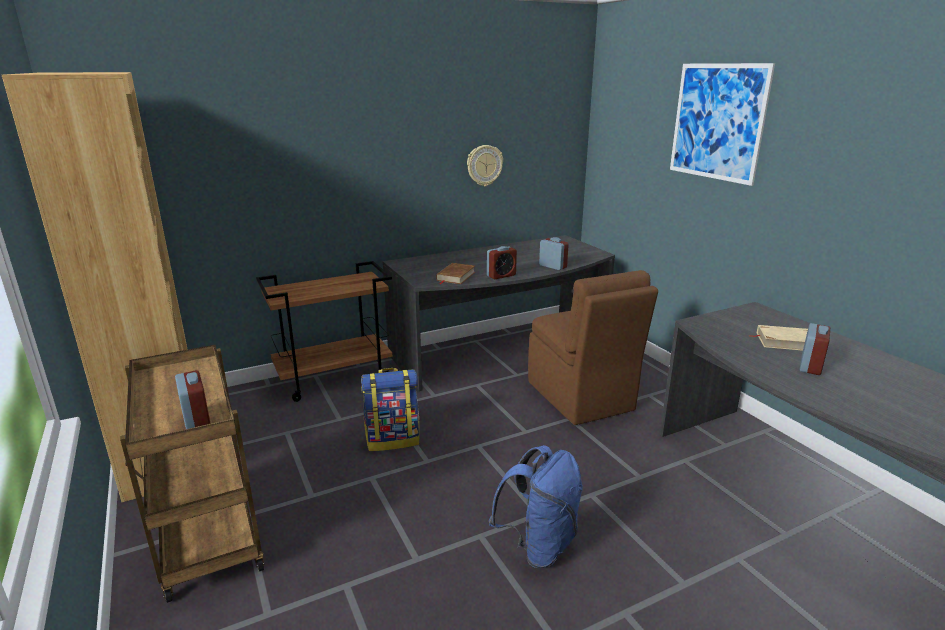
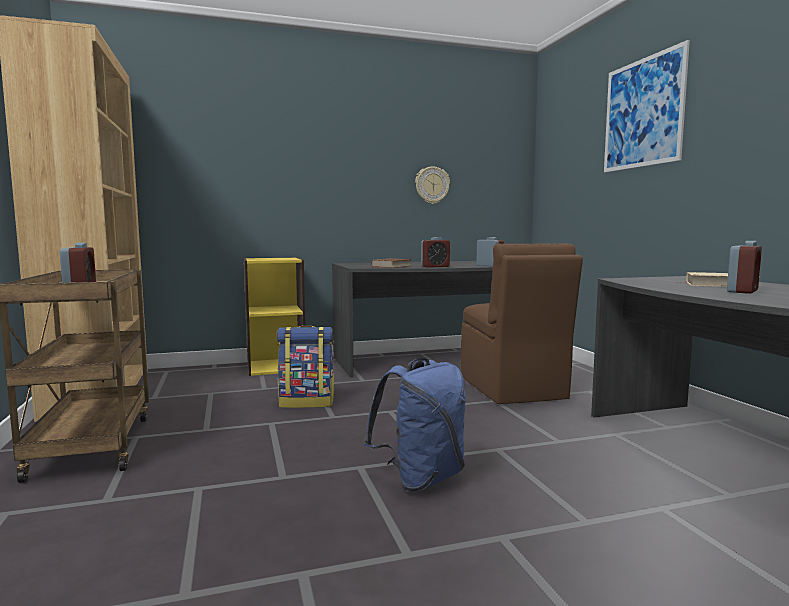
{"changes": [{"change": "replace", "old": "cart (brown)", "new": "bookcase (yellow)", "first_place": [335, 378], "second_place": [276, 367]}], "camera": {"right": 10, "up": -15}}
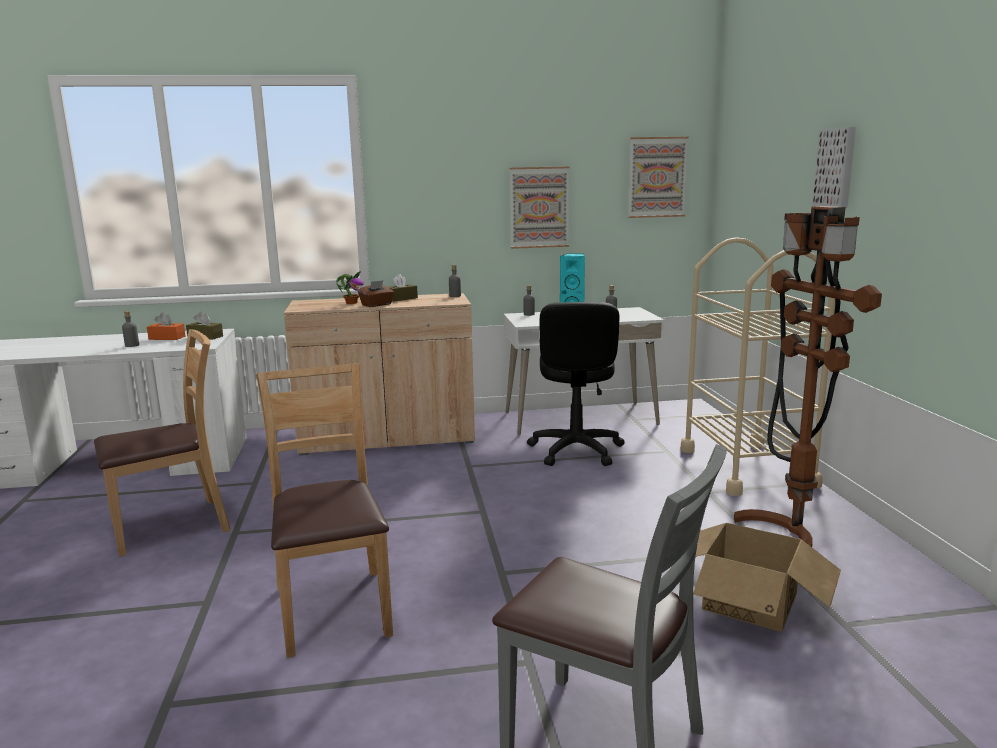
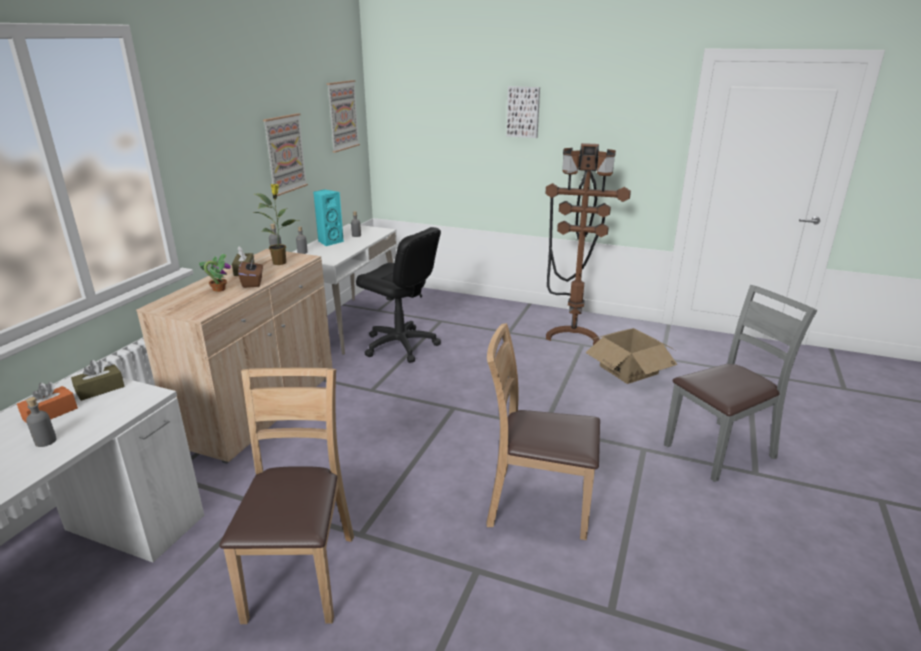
{"changes": [{"change": "delete", "old": "cart (beige)", "first_place": [746, 467]}, {"change": "insert", "new": "potted plant", "second_place": [280, 262]}], "camera": {"right": -60, "up": 10}}
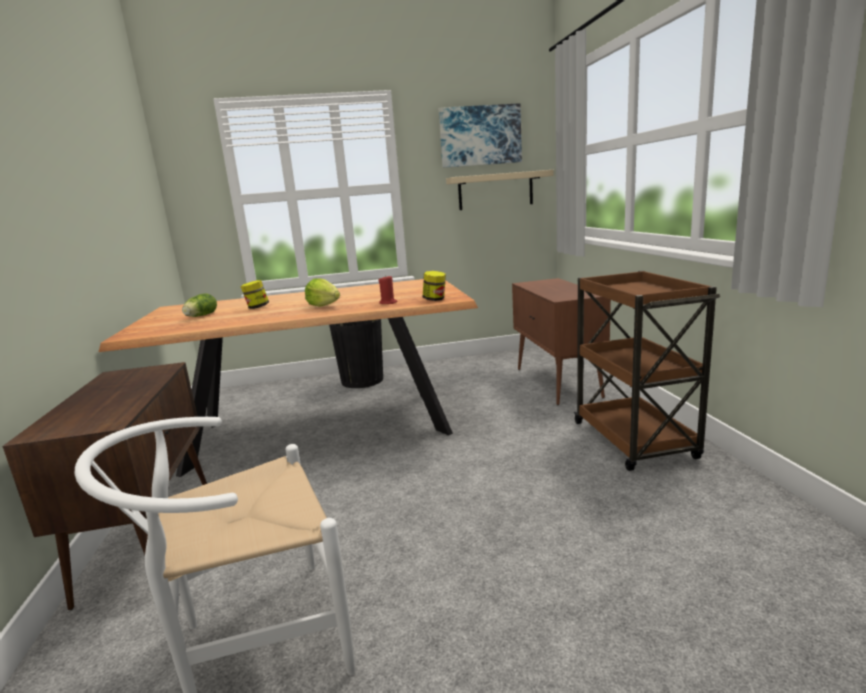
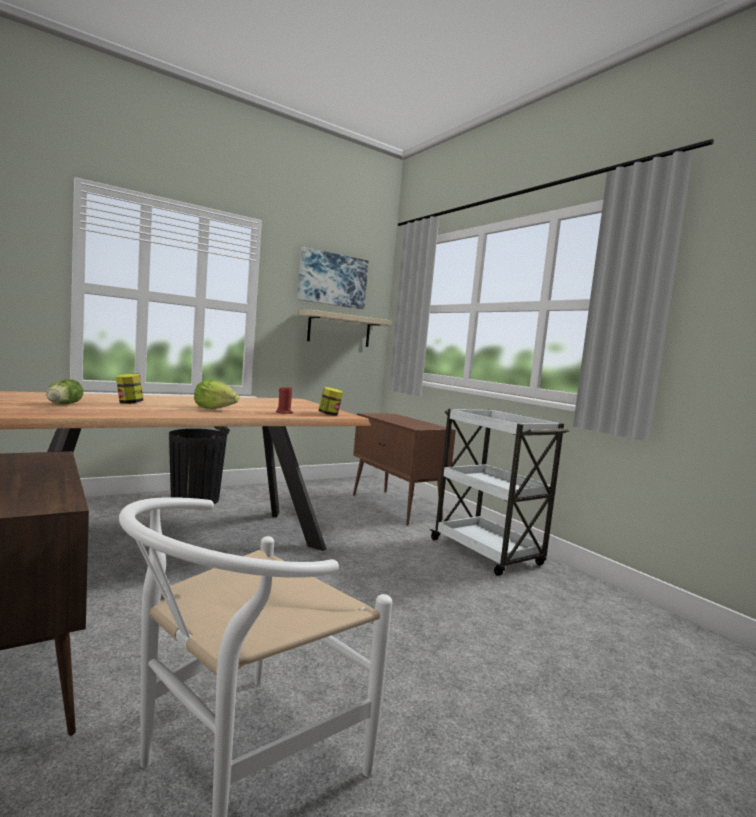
{"changes": [{"change": "recolor", "old": "cart (brown)", "new": "cart (white)", "first_place": [634, 441], "second_place": [487, 553]}], "camera": {"right": -25, "up": -10}}
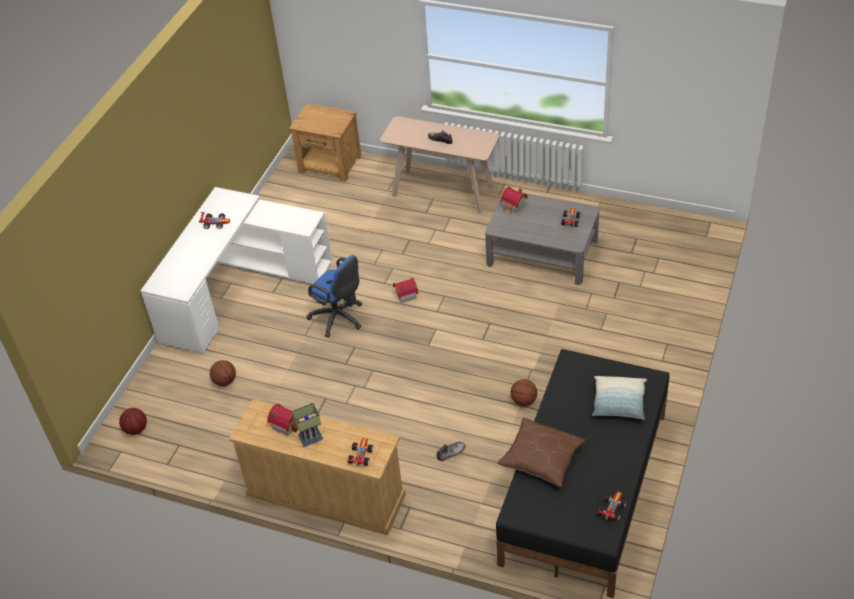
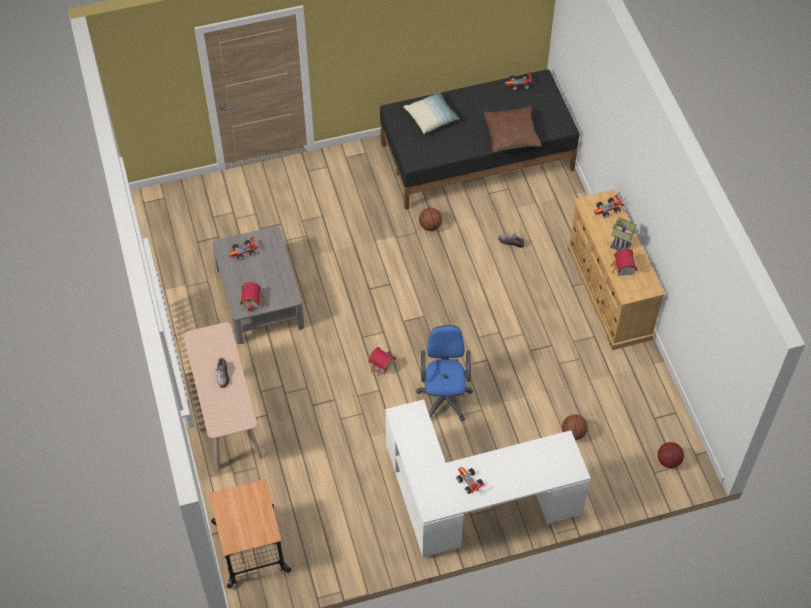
{"changes": [{"change": "replace", "old": "nightstand (brown)", "new": "cart", "first_place": [330, 165], "second_place": [250, 547]}], "camera": {"right": -130, "up": 10}}
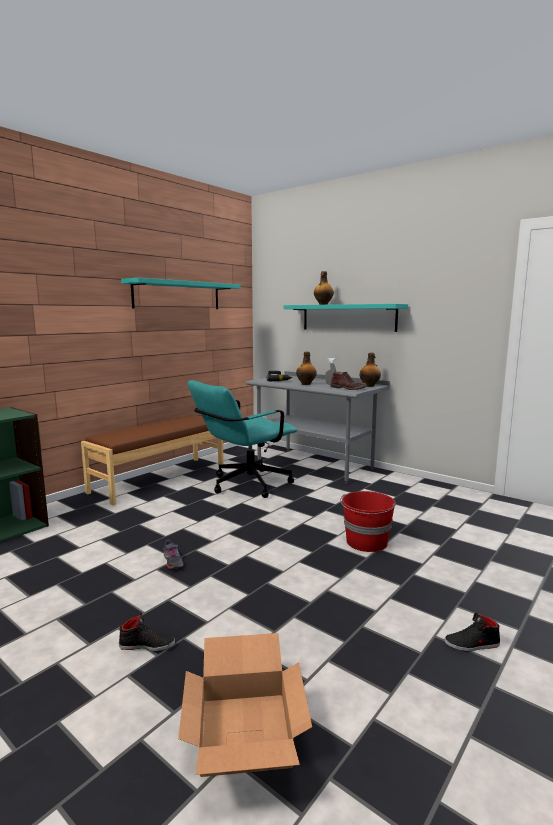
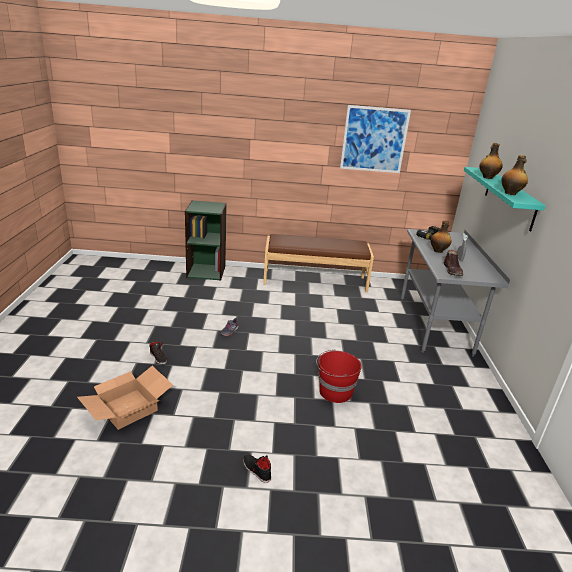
{"changes": [{"change": "delete", "old": "office chair (turquoise)", "first_place": [244, 485]}, {"change": "move", "old": "bottle", "first_place": [369, 386], "second_place": [510, 193]}, {"change": "replace", "old": "shelf (turquoise)", "new": "picture", "first_place": [178, 295], "second_place": [374, 139]}], "camera": {"right": 50, "up": 15}}
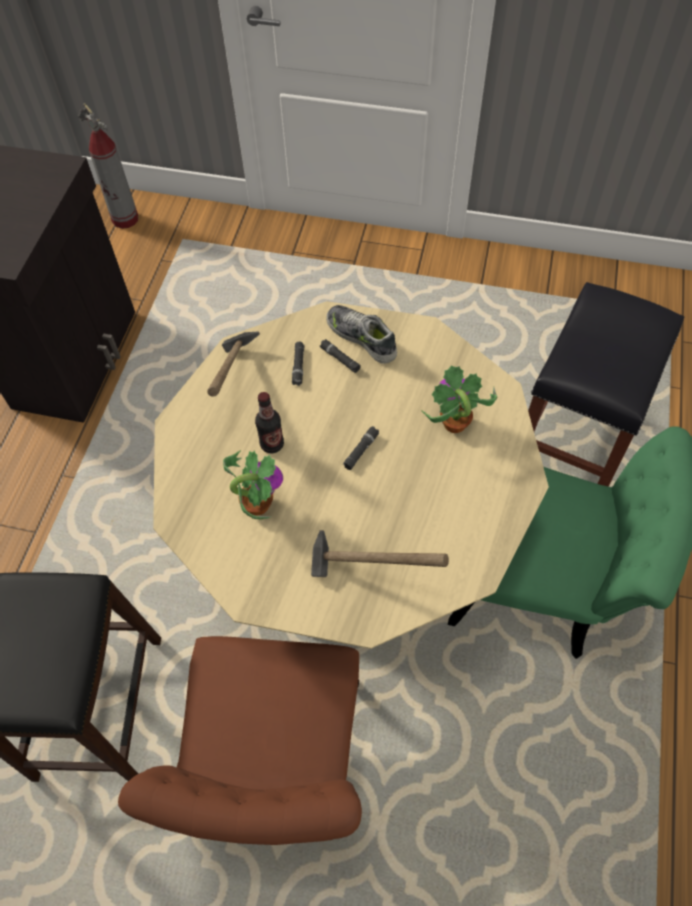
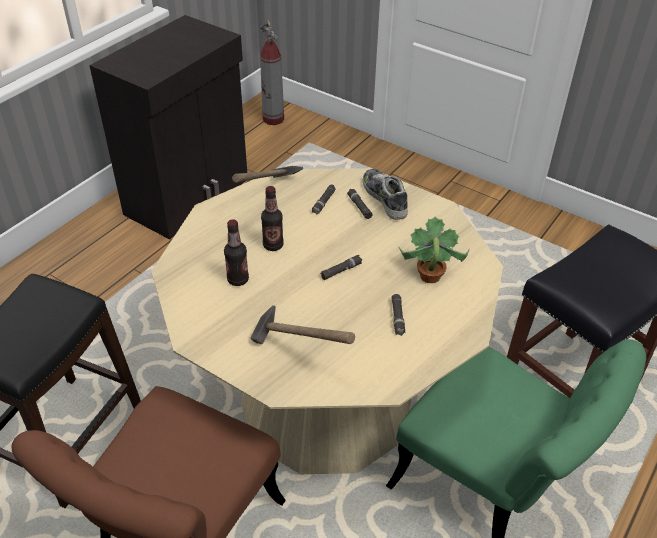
{"changes": [{"change": "insert", "new": "flashlight (black)", "second_place": [397, 317]}, {"change": "replace", "old": "potted plant", "new": "bottle", "first_place": [257, 504], "second_place": [238, 280]}], "camera": {"right": 20, "up": -15}}
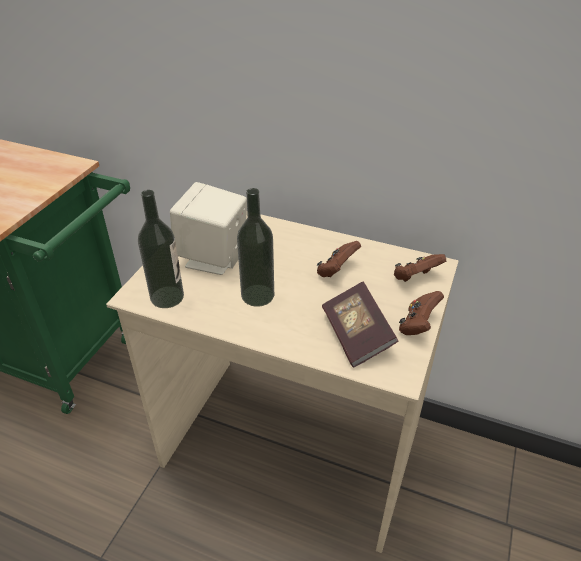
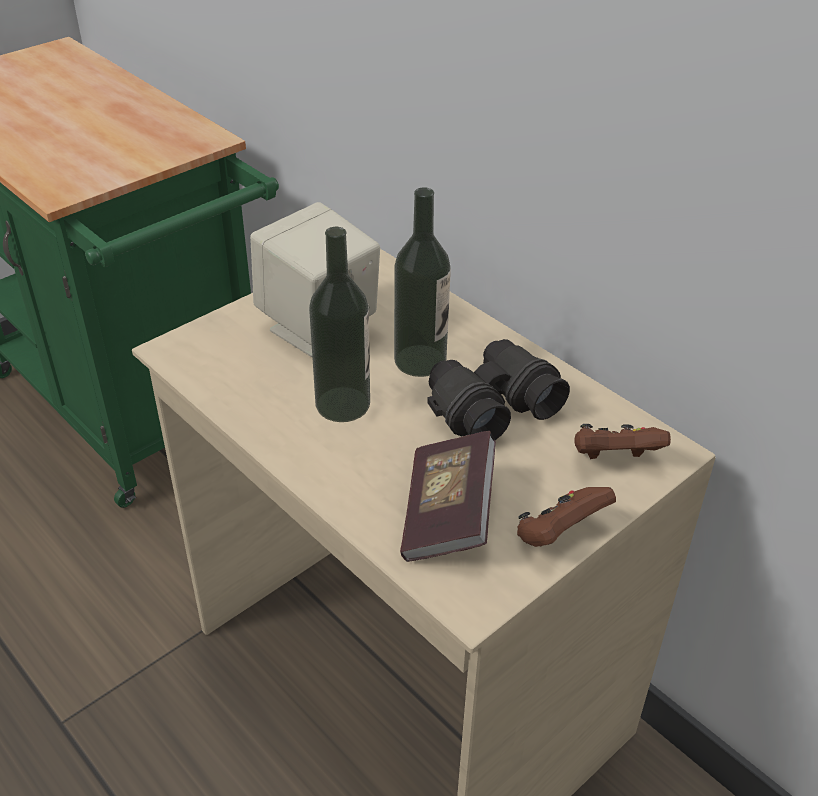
{"changes": [{"change": "move", "old": "bottle", "first_place": [167, 297], "second_place": [420, 360]}, {"change": "replace", "old": "game controller (brown)", "new": "binoculars (black)", "first_place": [336, 270], "second_place": [491, 406]}], "camera": {"right": 25, "up": 0}}
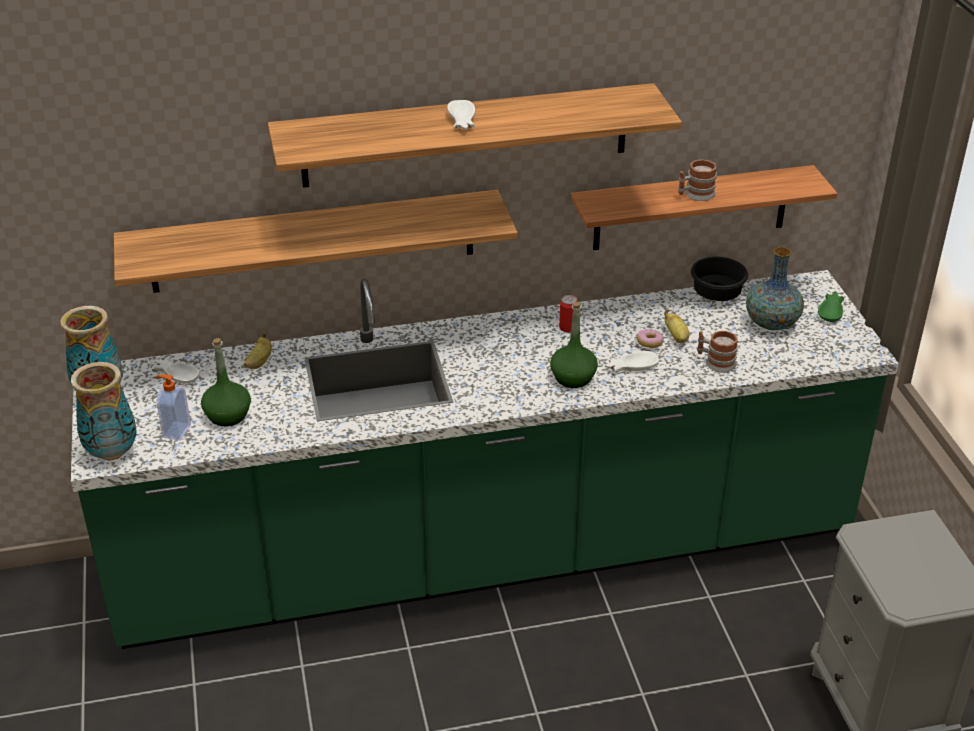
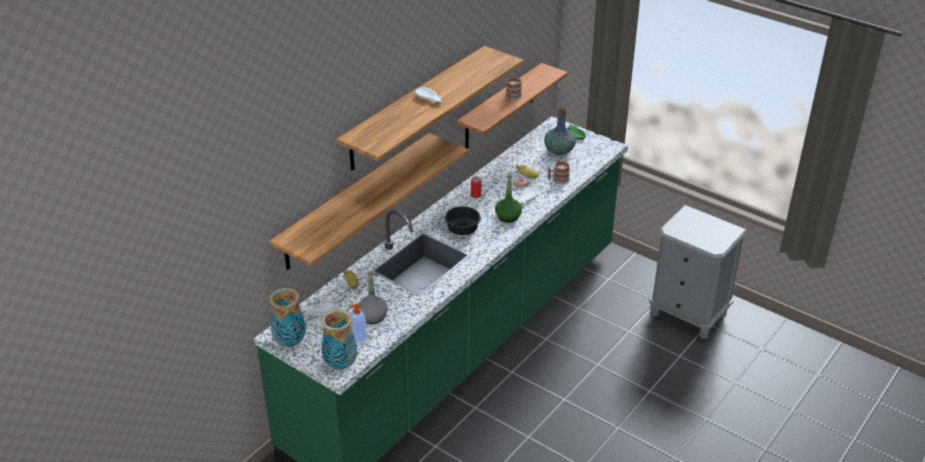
{"changes": [{"change": "move", "old": "bowl (black)", "first_place": [718, 294], "second_place": [463, 229]}, {"change": "recolor", "old": "bottle (green)", "new": "bottle (grey)", "first_place": [227, 415], "second_place": [373, 317]}], "camera": {"right": -40, "up": 0}}
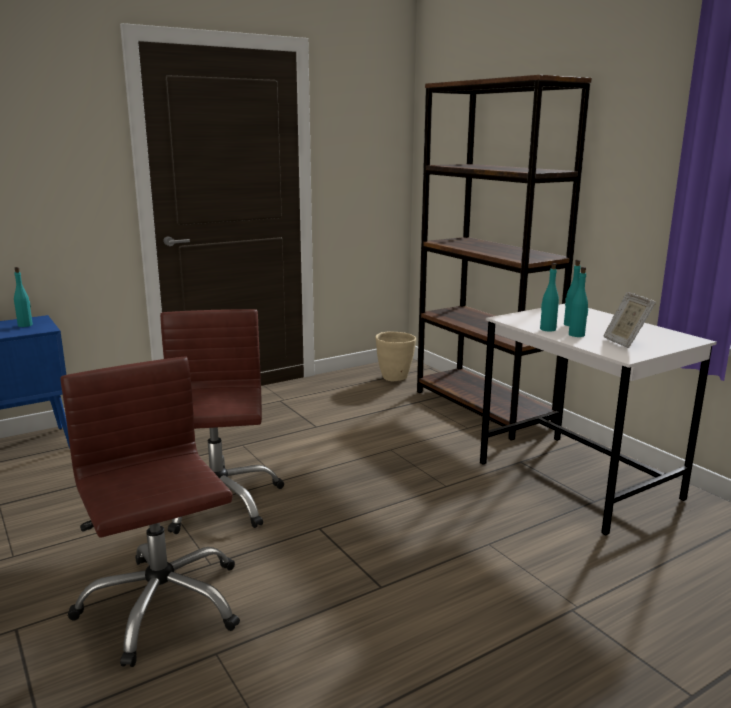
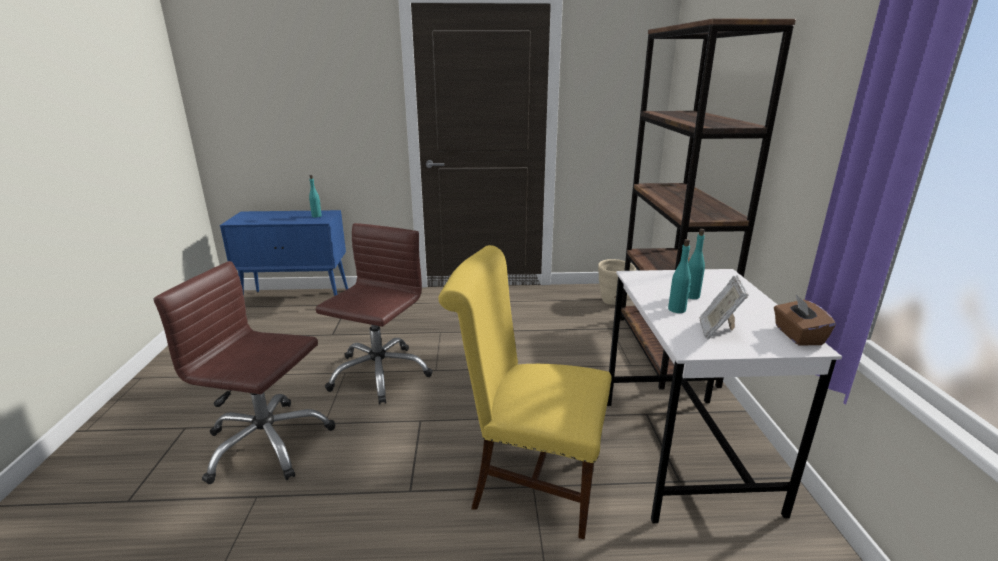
{"changes": [{"change": "delete", "old": "bottle (turquoise)", "first_place": [547, 329]}, {"change": "insert", "new": "chair (yellow)", "second_place": [529, 479]}, {"change": "insert", "new": "tissue box (brown)", "second_place": [797, 335]}, {"change": "rotate", "old": "office chair (brown)", "first_place": [161, 605], "second_place": [267, 443], "degrees": -75}], "camera": {"right": 30, "up": 5}}
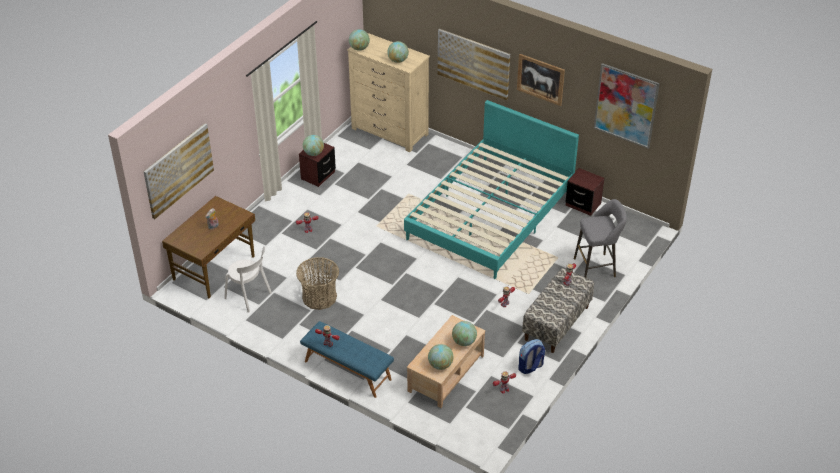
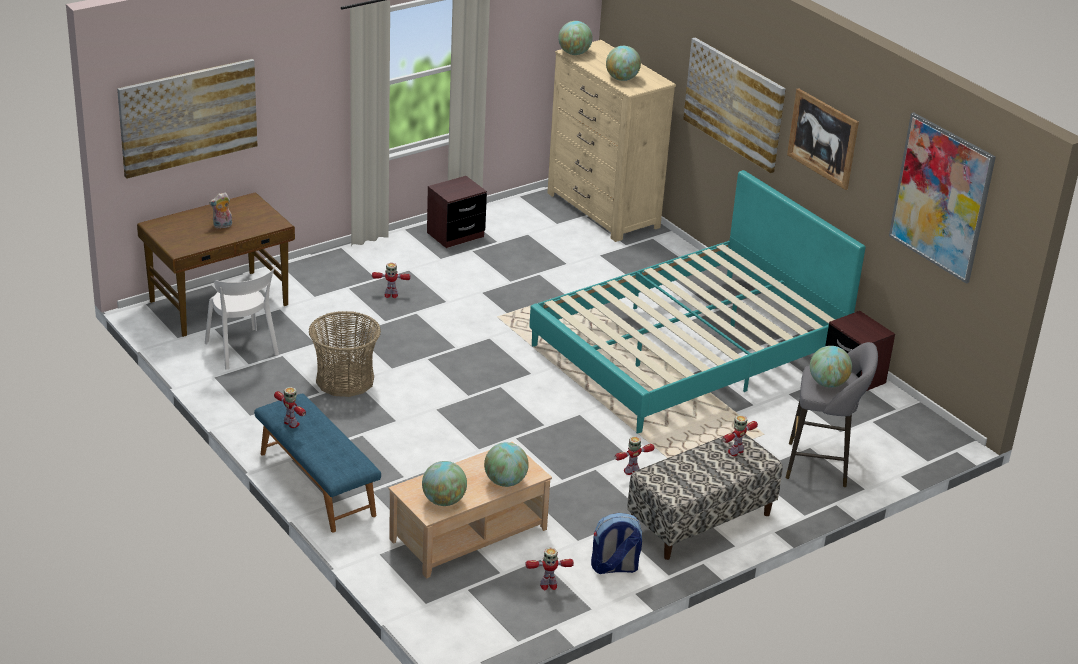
{"changes": [{"change": "move", "old": "globe", "first_place": [313, 153], "second_place": [827, 383]}], "camera": {"right": 20, "up": -10}}
